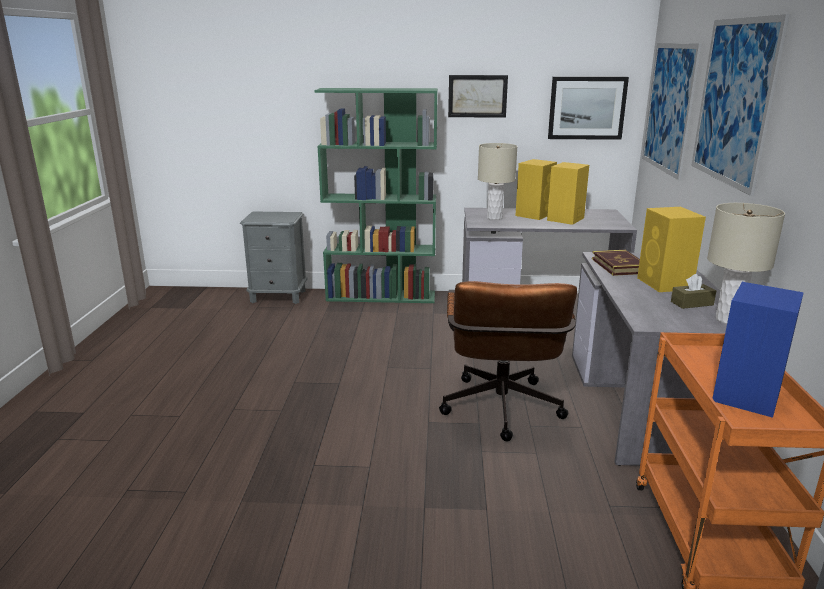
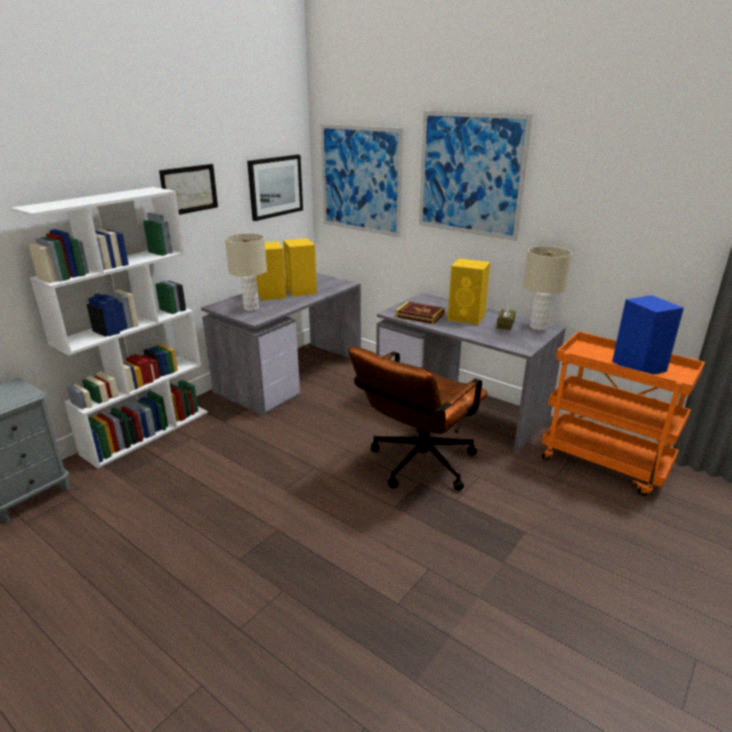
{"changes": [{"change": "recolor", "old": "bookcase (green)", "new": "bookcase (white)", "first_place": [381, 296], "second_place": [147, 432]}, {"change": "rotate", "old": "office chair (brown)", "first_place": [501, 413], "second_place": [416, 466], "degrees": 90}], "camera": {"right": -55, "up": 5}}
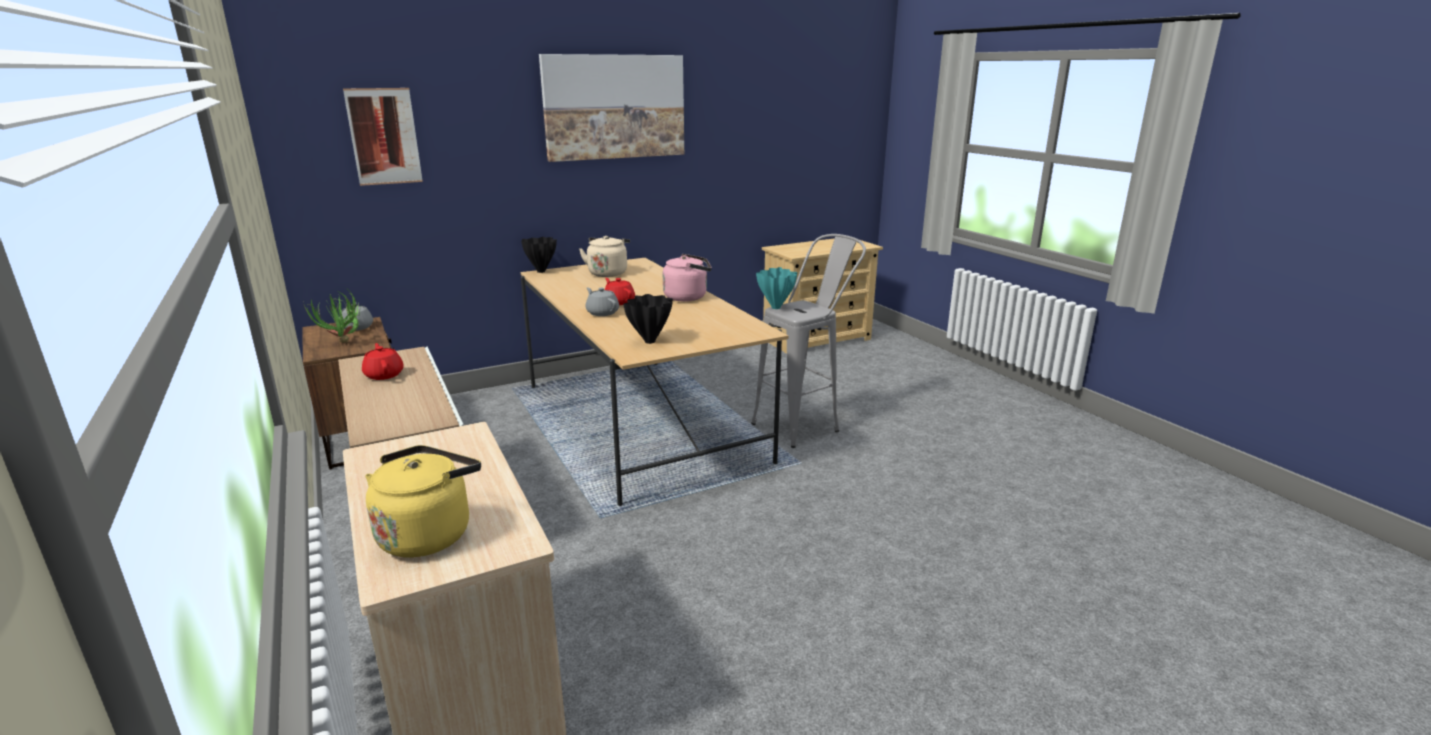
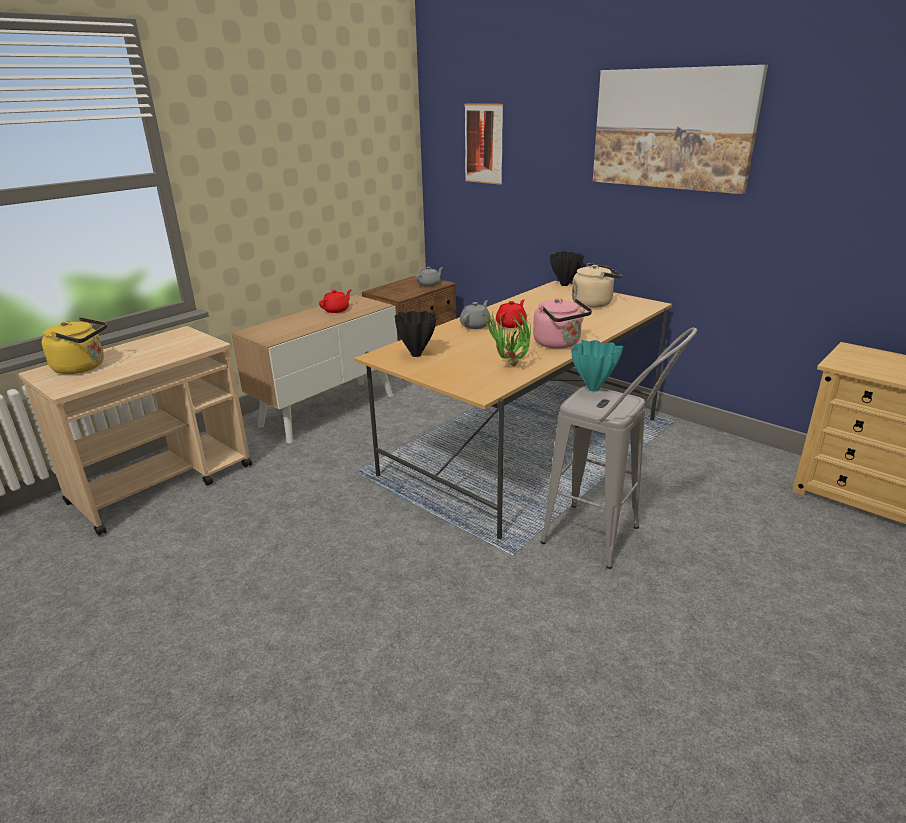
{"changes": [{"change": "move", "old": "potted plant", "first_place": [344, 345], "second_place": [508, 367]}], "camera": {"right": 70, "up": 5}}
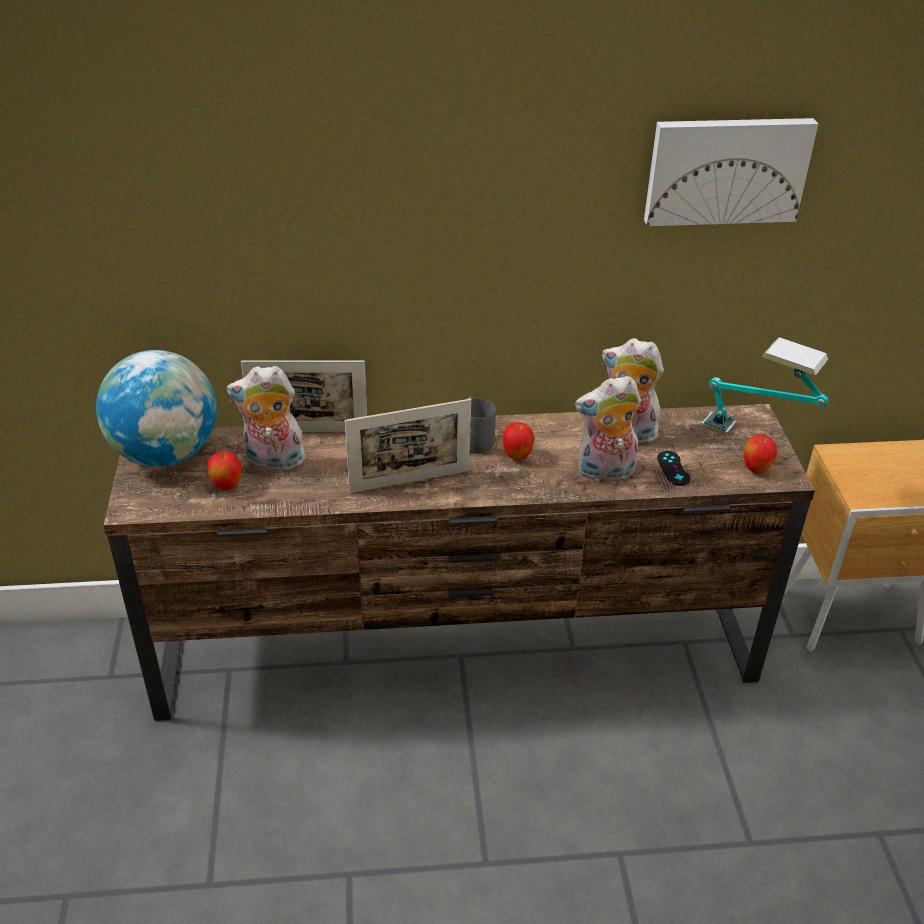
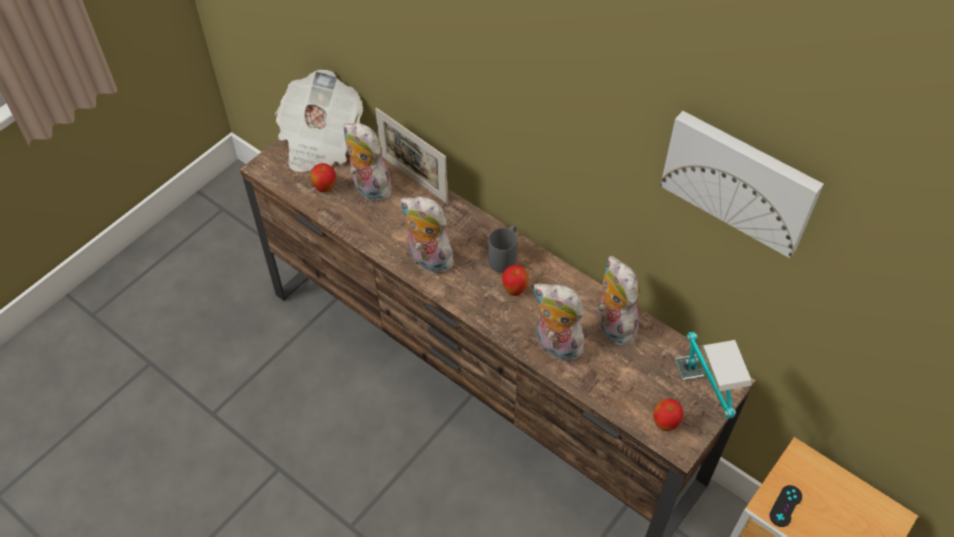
{"changes": [{"change": "move", "old": "game controller (black)", "first_place": [673, 468], "second_place": [785, 506]}, {"change": "replace", "old": "globe", "new": "newspaper", "first_place": [166, 454], "second_place": [319, 140]}, {"change": "replace", "old": "picture frame", "new": "plush toy", "first_place": [410, 481], "second_place": [427, 260]}], "camera": {"right": 45, "up": 15}}
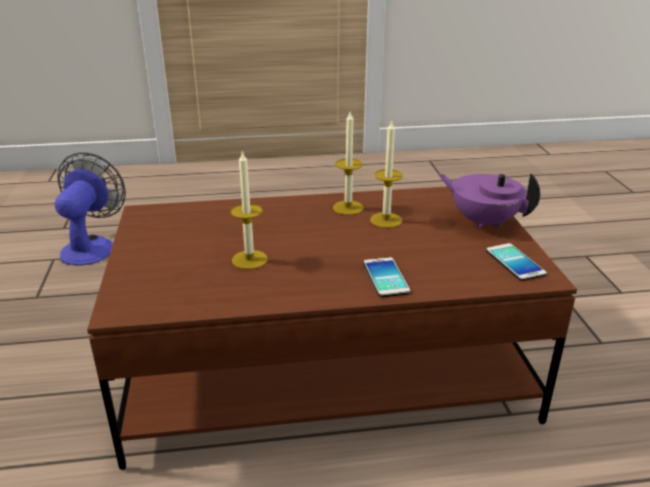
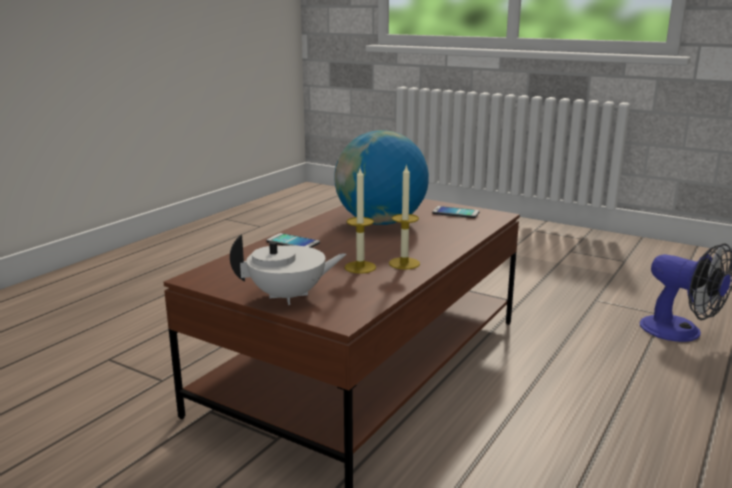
{"changes": [{"change": "move", "old": "phone", "first_place": [515, 262], "second_place": [455, 213]}, {"change": "replace", "old": "candle", "new": "globe", "first_place": [249, 259], "second_place": [381, 222]}, {"change": "recolor", "old": "teapot (purple)", "new": "teapot (white)", "first_place": [483, 221], "second_place": [289, 296]}], "camera": {"right": 130, "up": -10}}
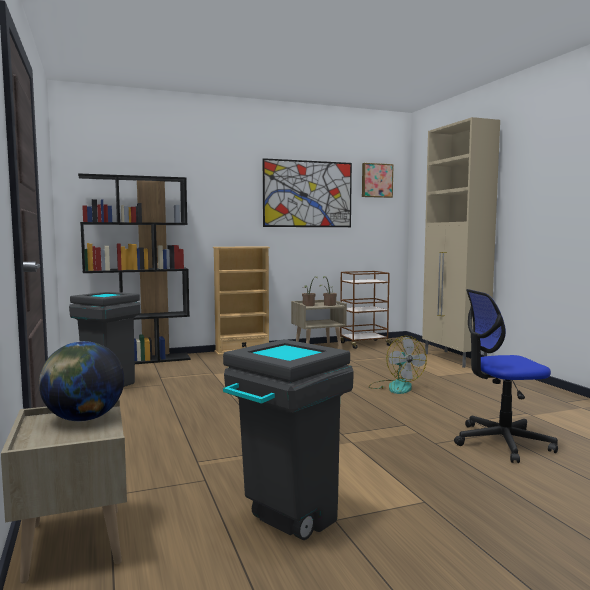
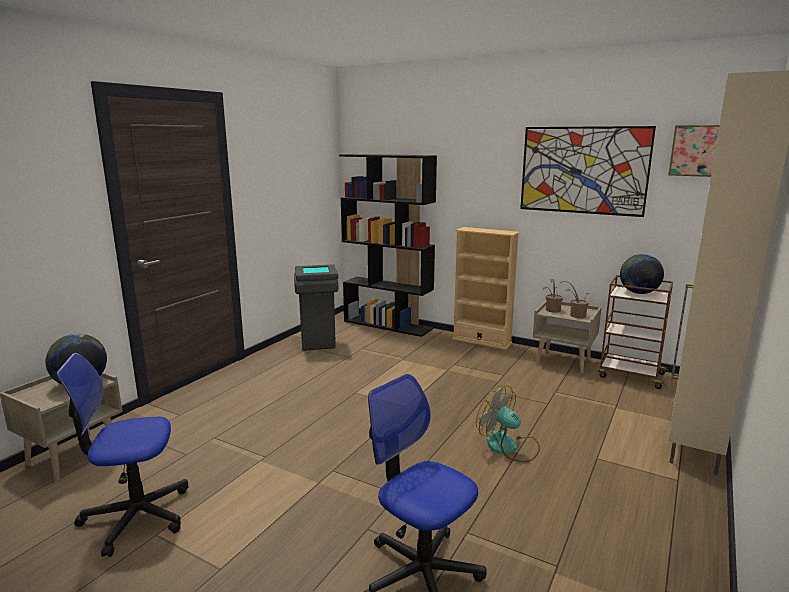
{"changes": [{"change": "insert", "new": "globe", "second_place": [638, 293]}, {"change": "replace", "old": "trash can (grey)", "new": "office chair", "first_place": [285, 524], "second_place": [136, 516]}, {"change": "rotate", "old": "fan", "first_place": [395, 387], "second_place": [508, 447], "degrees": 105}], "camera": {"right": 50, "up": 10}}
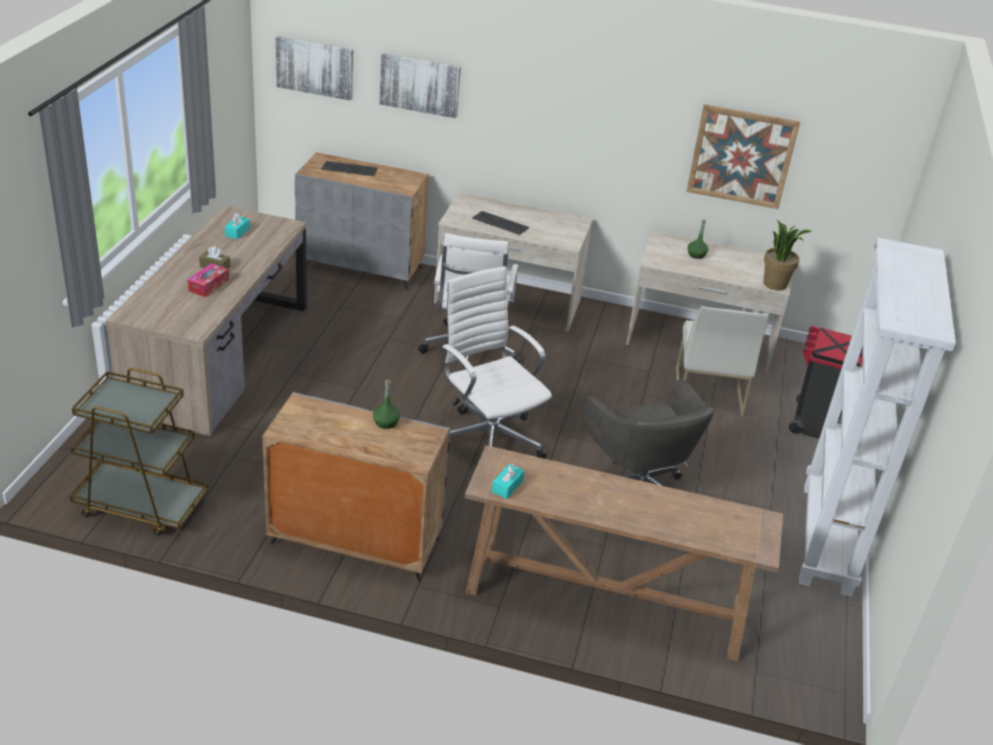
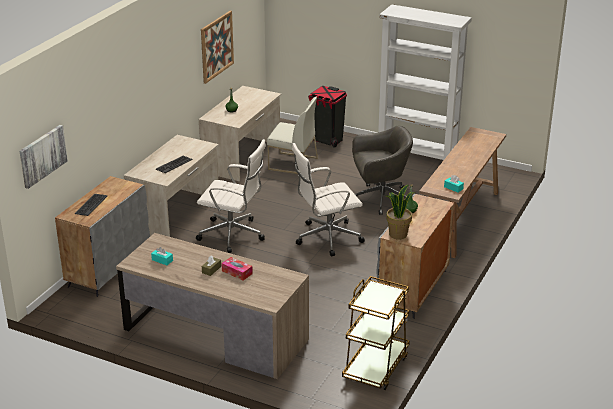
{"changes": [{"change": "delete", "old": "picture", "first_place": [420, 85]}, {"change": "move", "old": "potted plant", "first_place": [775, 284], "second_place": [398, 234]}], "camera": {"right": -75, "up": -5}}
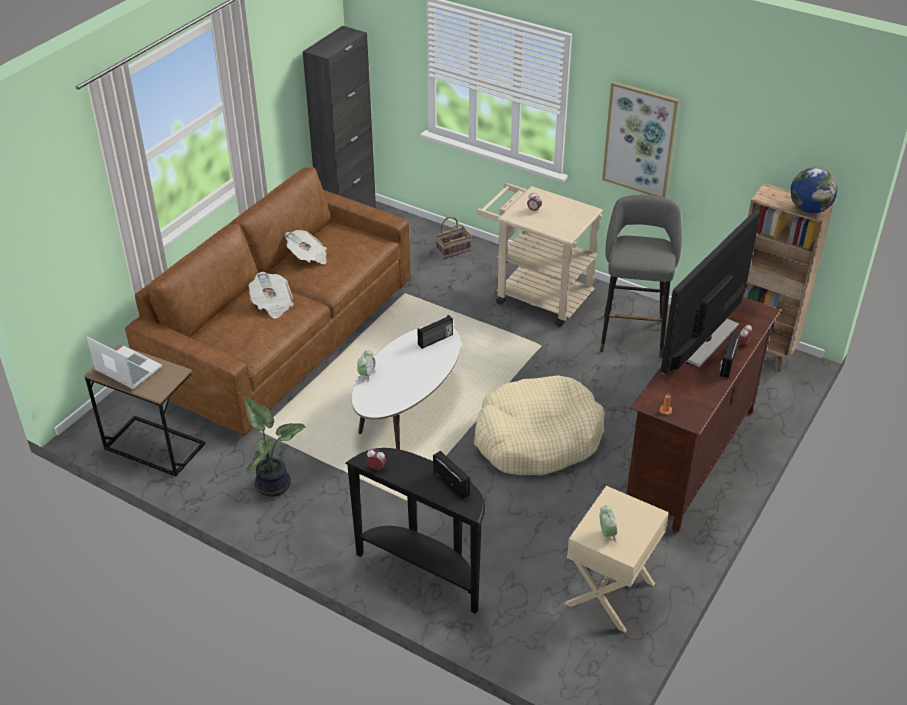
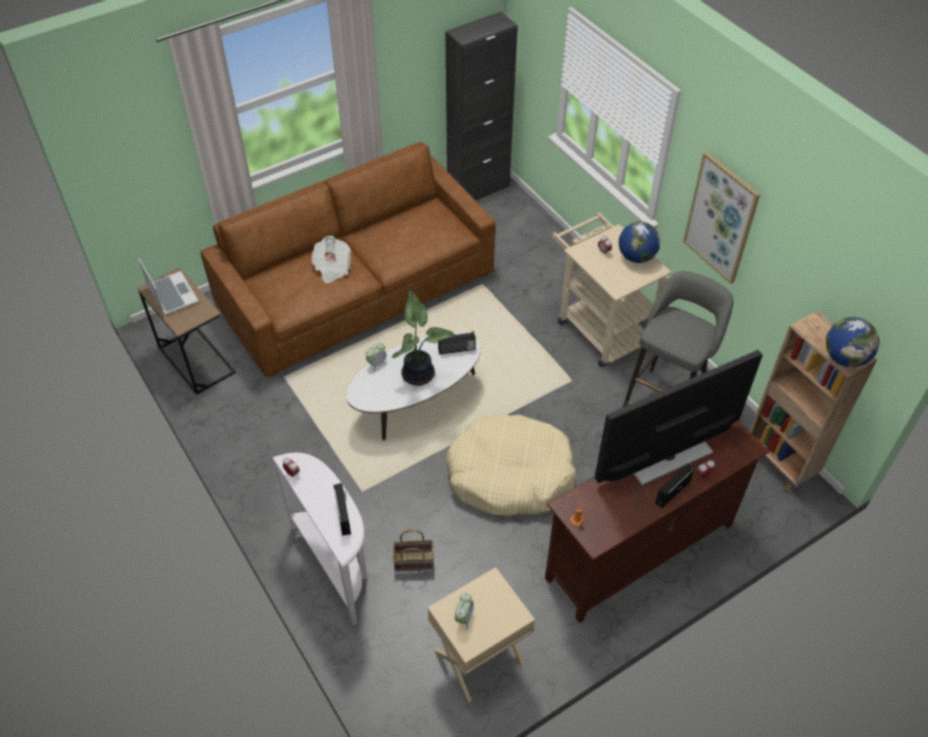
{"changes": [{"change": "delete", "old": "newspaper", "first_place": [308, 257]}, {"change": "insert", "new": "globe", "second_place": [636, 257]}, {"change": "move", "old": "potted plant", "first_place": [274, 484], "second_place": [419, 373]}, {"change": "move", "old": "basket", "first_place": [454, 250], "second_place": [414, 561]}, {"change": "recolor", "old": "console table (black)", "new": "console table (white)", "first_place": [424, 571], "second_place": [336, 565]}], "camera": {"right": 25, "up": 10}}
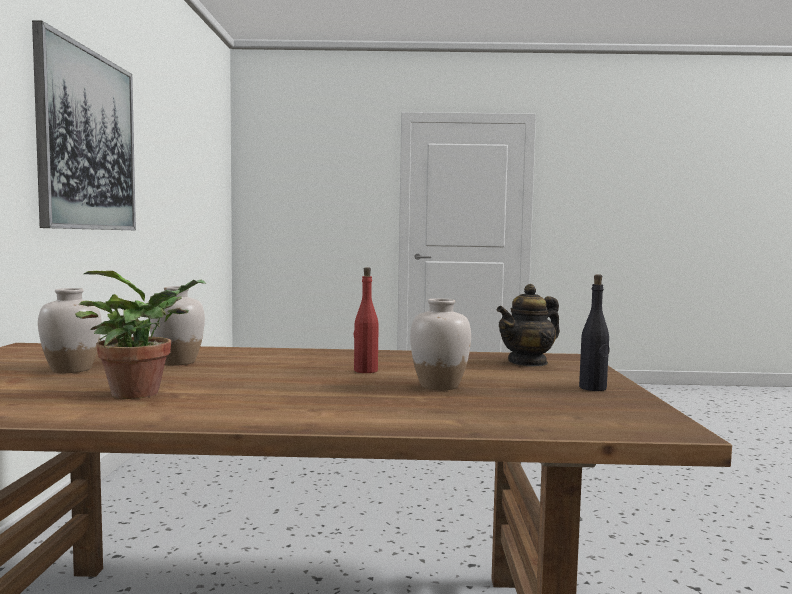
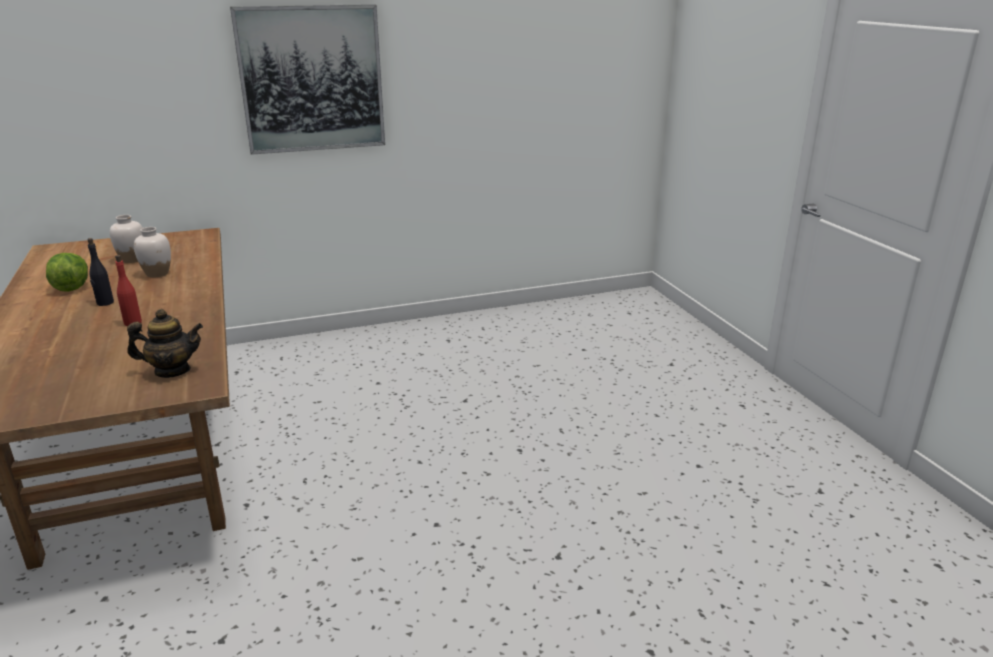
{"changes": [{"change": "delete", "old": "vase (white)", "first_place": [439, 386]}, {"change": "move", "old": "bottle (black)", "first_place": [593, 388], "second_place": [105, 303]}, {"change": "replace", "old": "potted plant", "new": "lettuce", "first_place": [142, 392], "second_place": [71, 287]}, {"change": "rotate", "old": "teapot", "first_place": [528, 362], "second_place": [172, 371], "degrees": 135}], "camera": {"right": 70, "up": 20}}
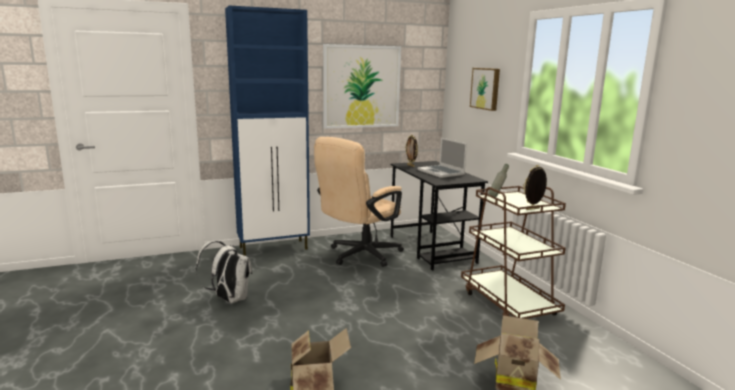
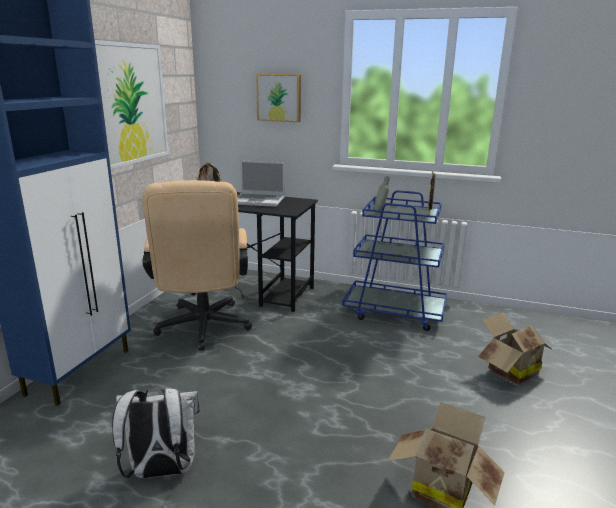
{"changes": [{"change": "recolor", "old": "cart (brown)", "new": "cart (blue)", "first_place": [508, 303], "second_place": [395, 312]}], "camera": {"right": -50, "up": 5}}
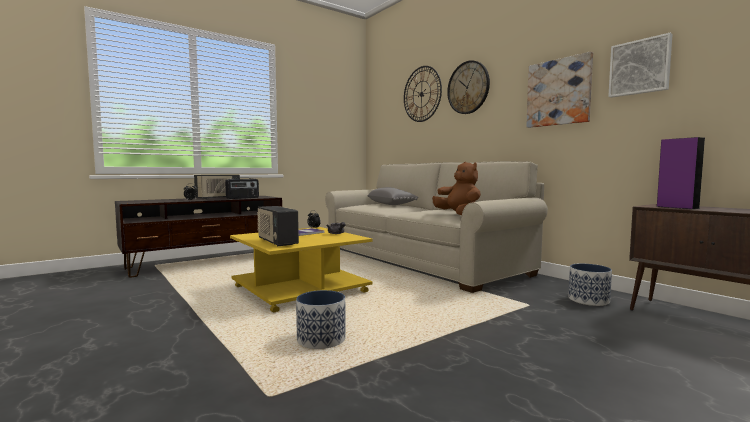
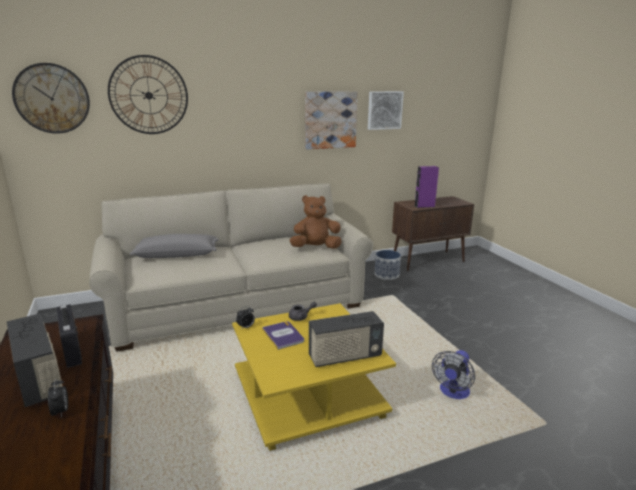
{"changes": [{"change": "move", "old": "wall clock", "first_place": [468, 87], "second_place": [52, 98]}, {"change": "replace", "old": "planter", "new": "fan", "first_place": [321, 340], "second_place": [453, 393]}], "camera": {"right": -75, "up": 15}}
